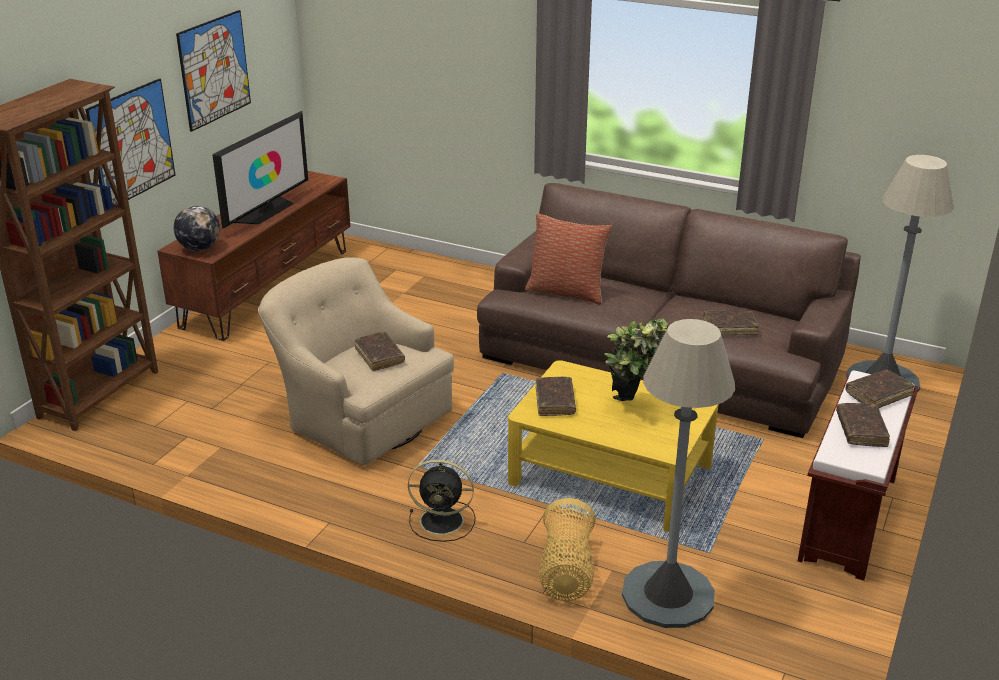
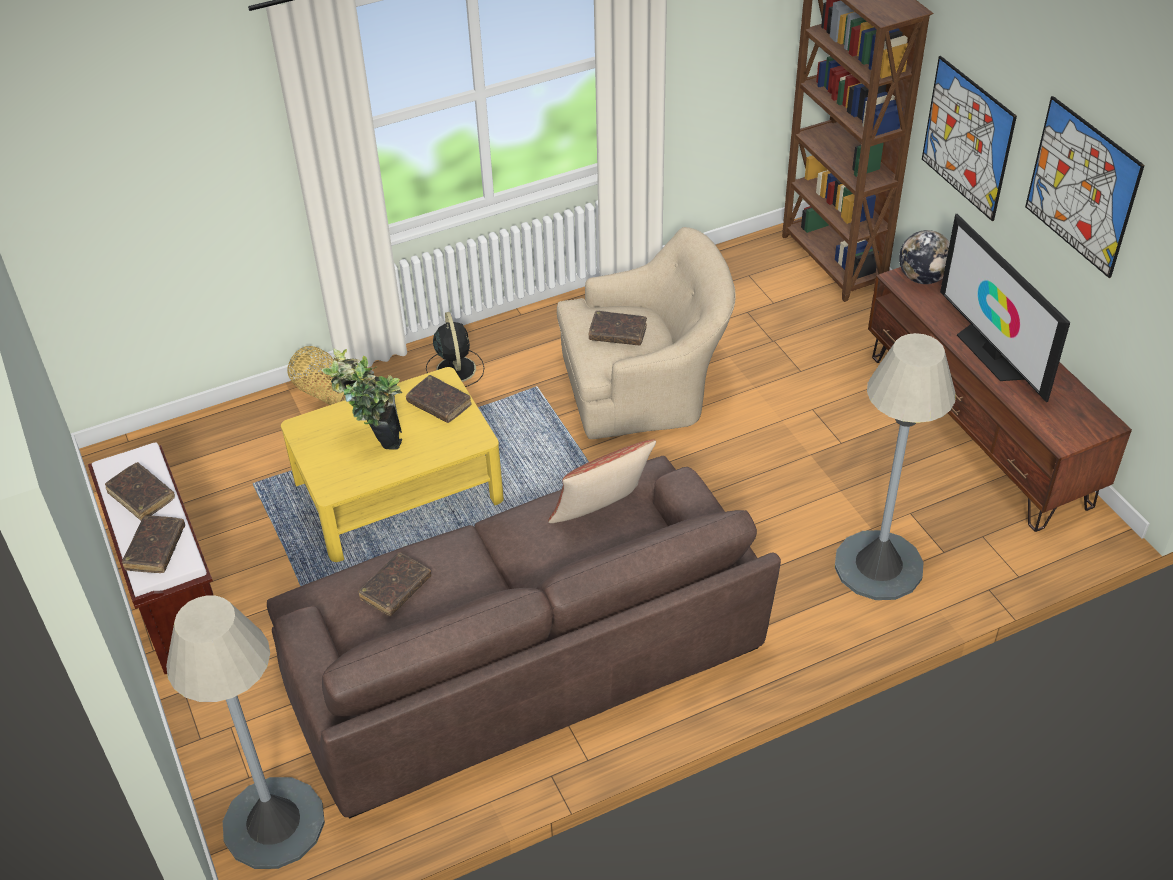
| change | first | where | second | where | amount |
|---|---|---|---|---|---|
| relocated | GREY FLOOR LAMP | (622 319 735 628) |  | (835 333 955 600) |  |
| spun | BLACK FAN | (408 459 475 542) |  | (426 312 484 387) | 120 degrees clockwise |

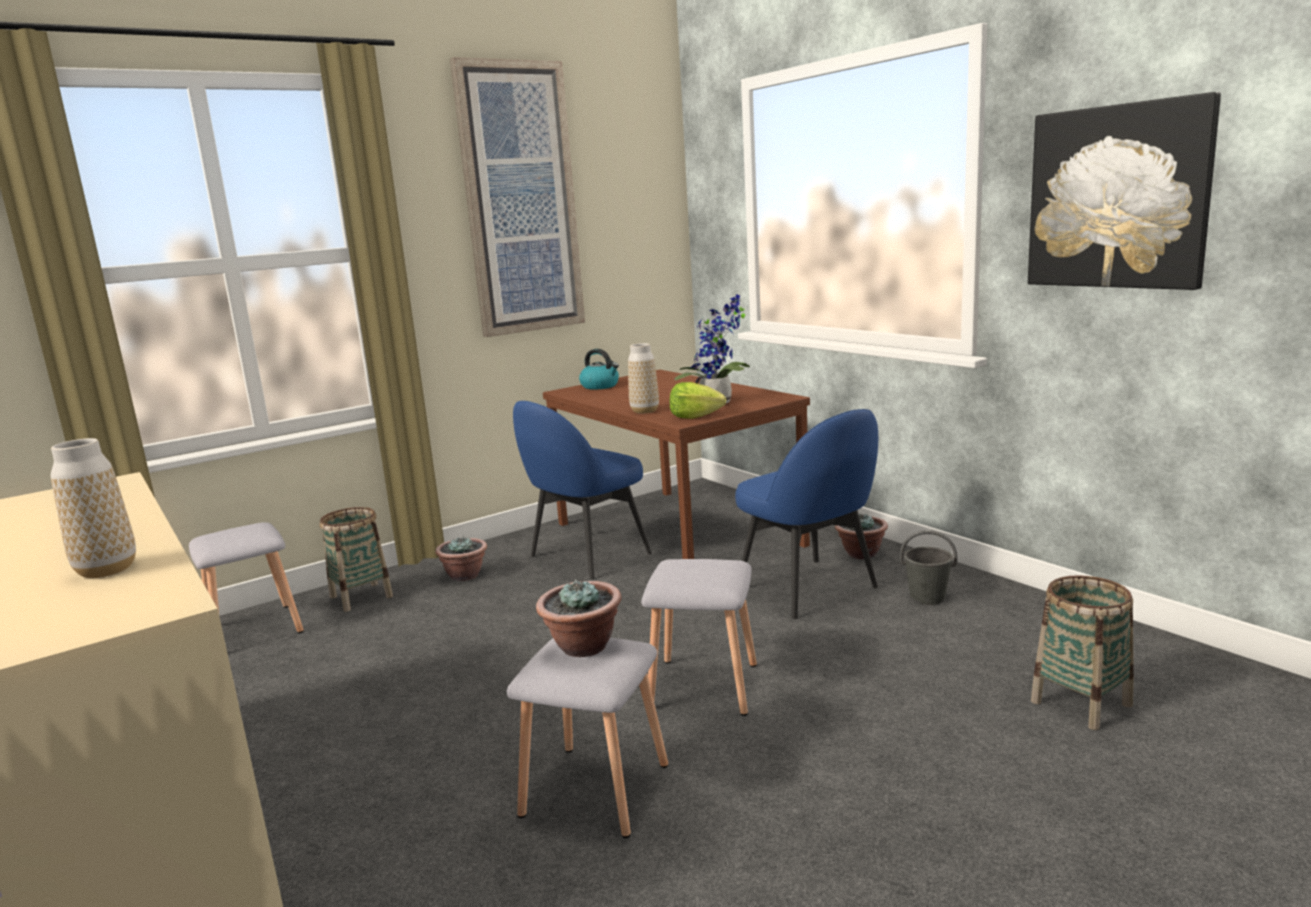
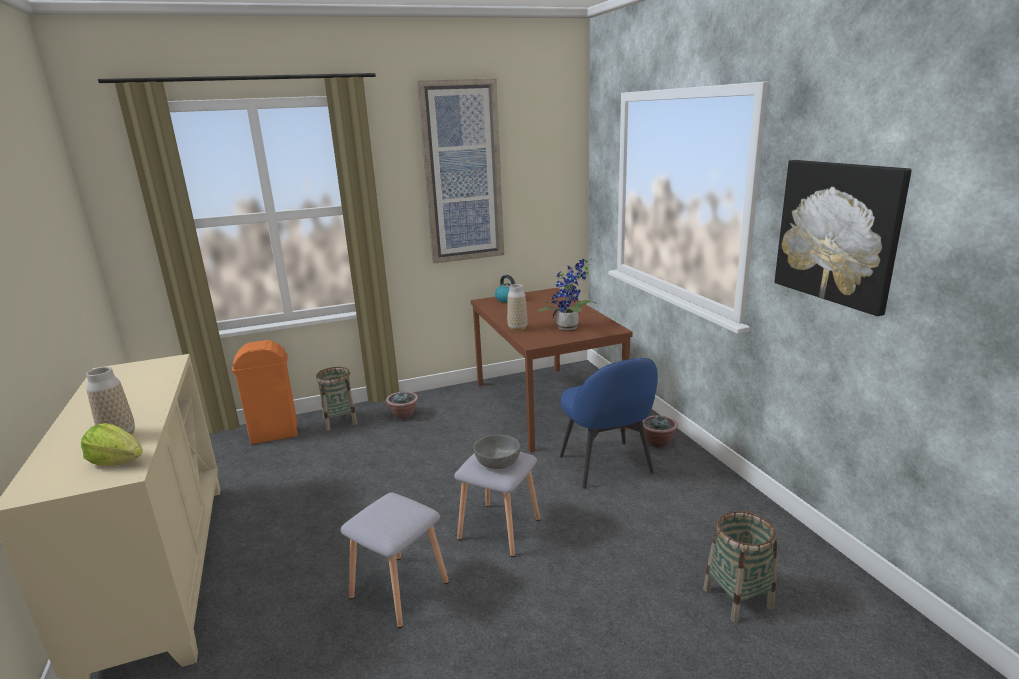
| change | first | where | second | where | amount |
|---|---|---|---|---|---|
| missing | BLUE CHAIR | (513 401 652 580) |  |  |  |
| missing | POTTED PLANT | (536 579 621 657) |  |  |  |
| missing | GREY BUCKET | (900 530 957 605) |  |  |  |
| appeared |  |  | GREY BOWL | (473 435 521 469) |  |
| relocated | LETTUCE | (670 382 726 419) |  | (81 423 143 466) |  |
| exchanged | GREY STOOL | (189 522 304 633) | ORANGE TRASH CAN | (232 340 298 444) |  |

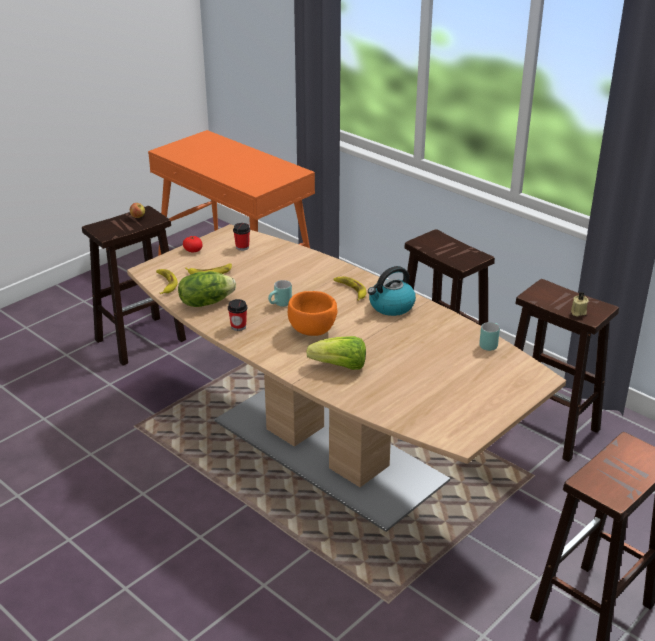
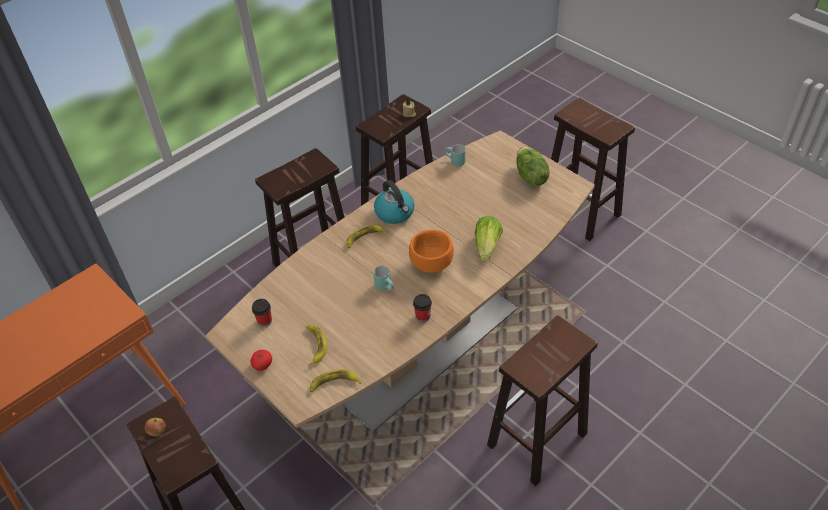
| change | first | where | second | where | amount |
|---|---|---|---|---|---|
| appeared |  |  | BROWN STOOL | (487 315 598 486) |  |
| relocated | LETTUCE | (178 272 236 307) |  | (516 147 549 187) |  |

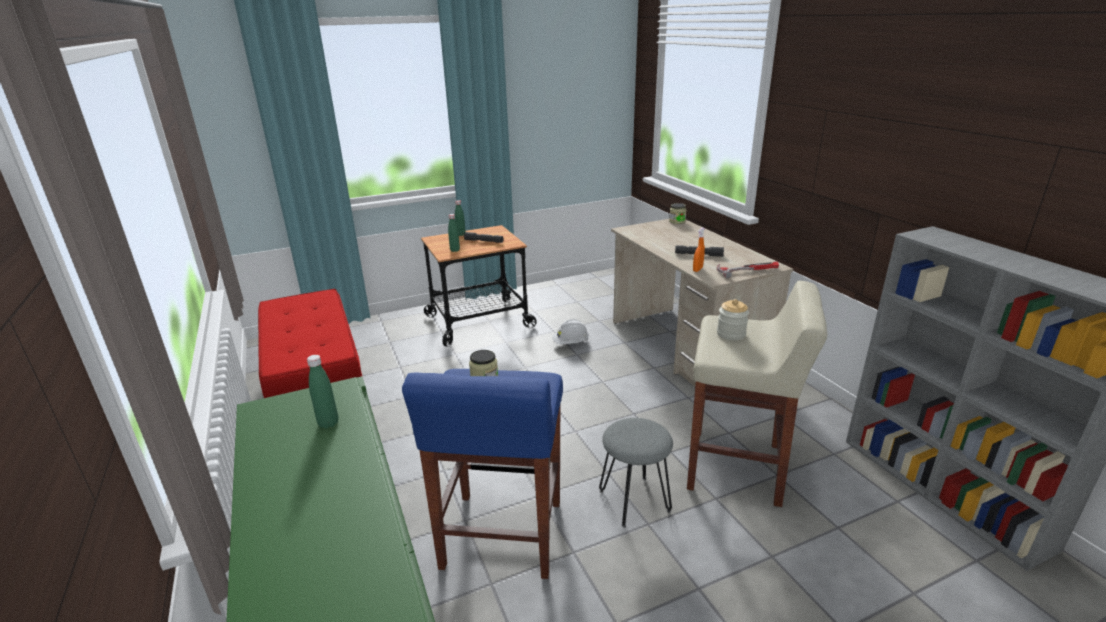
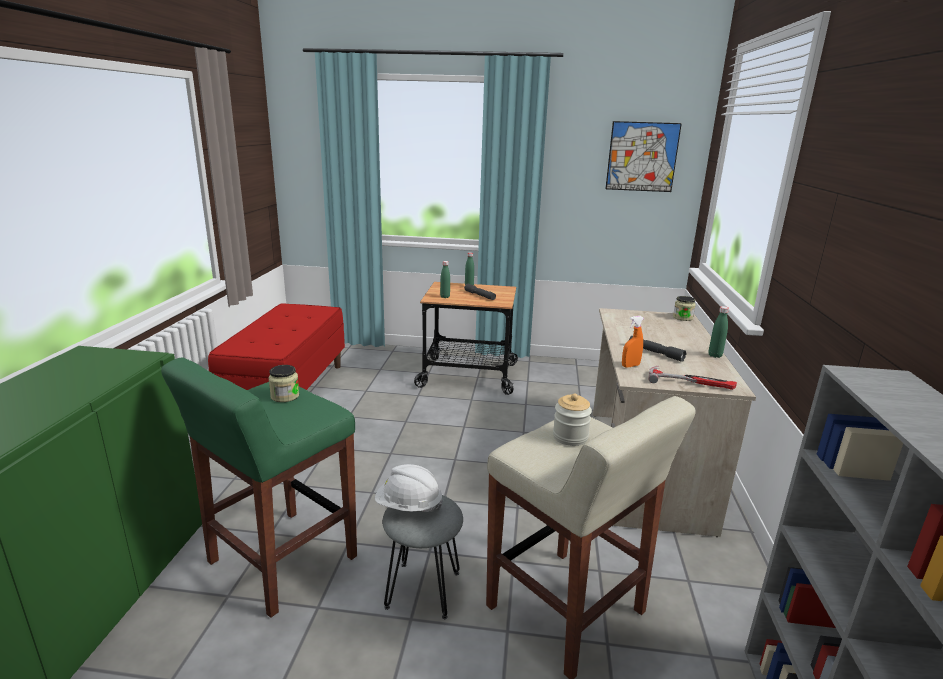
| change | first | where | second | where | amount |
|---|---|---|---|---|---|
| appeared |  |  | PICTURE | (605 121 682 192) |  |
| relocated | GREEN BOTTLE | (307 355 338 429) |  | (709 306 729 358) |  |
| relocated | WHITE HARD HAT | (552 319 589 344) |  | (375 464 443 512) |  |
| colour | BLUE STOOL | (402 369 563 579) | GREEN STOOL | (161 357 357 618) |  |

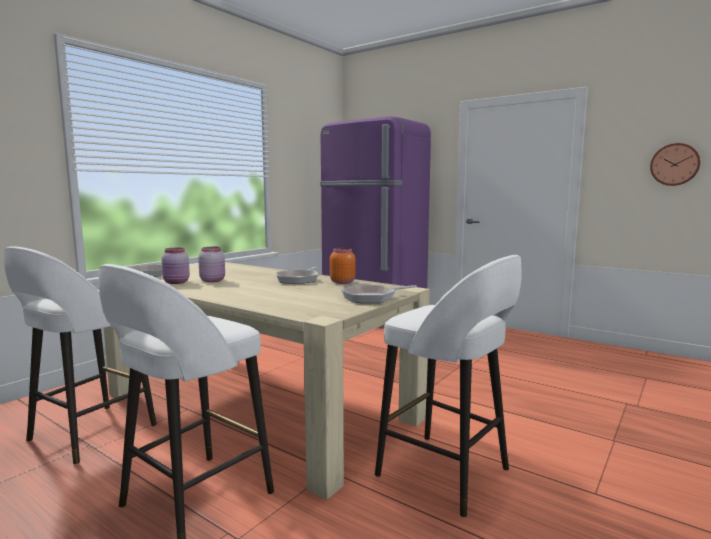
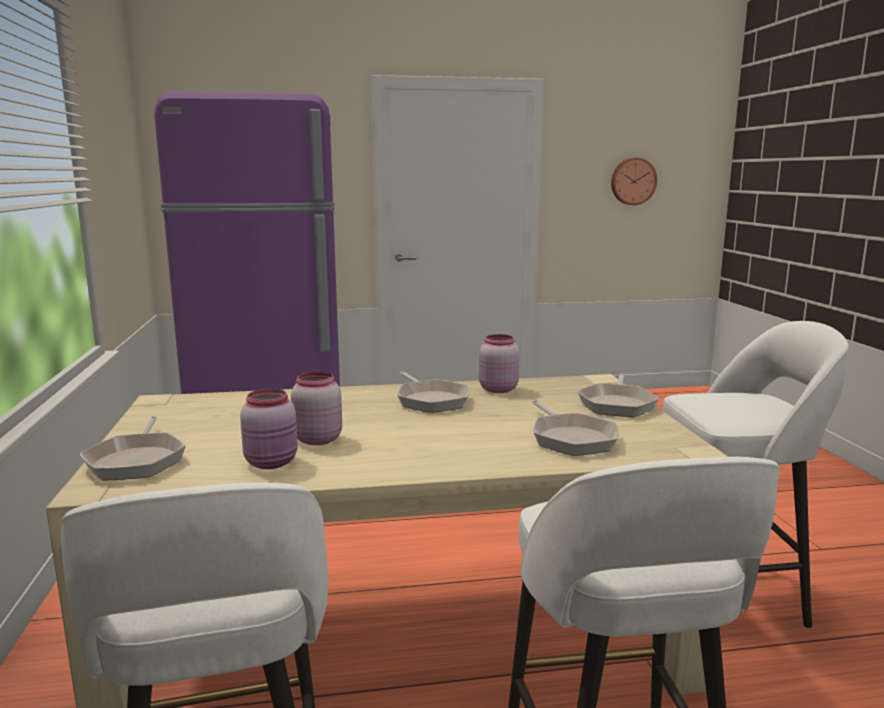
| change | first | where | second | where | amount |
|---|---|---|---|---|---|
| appeared |  |  | FRYING PAN | (532 400 619 456) |  |
| colour | ORANGE JAR | (330 248 355 284) | PINK JAR | (479 334 520 393) |  |

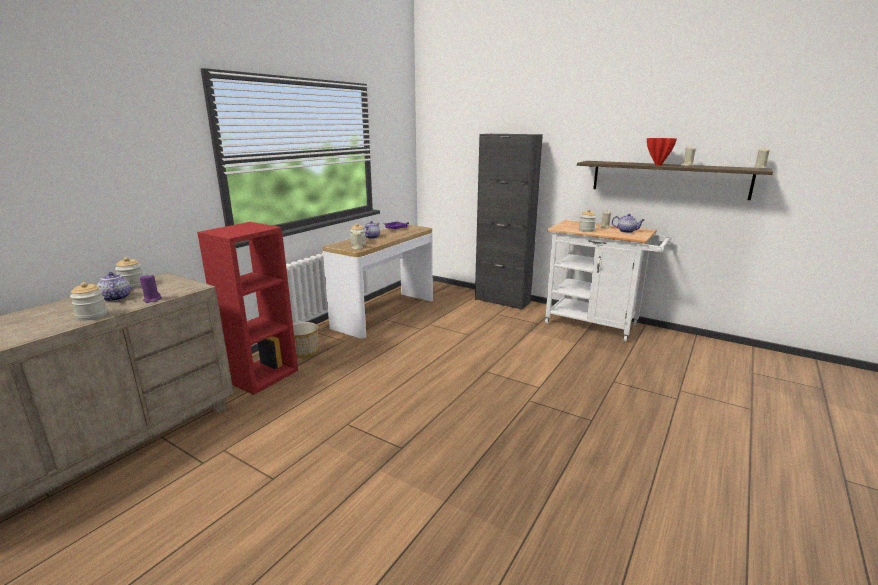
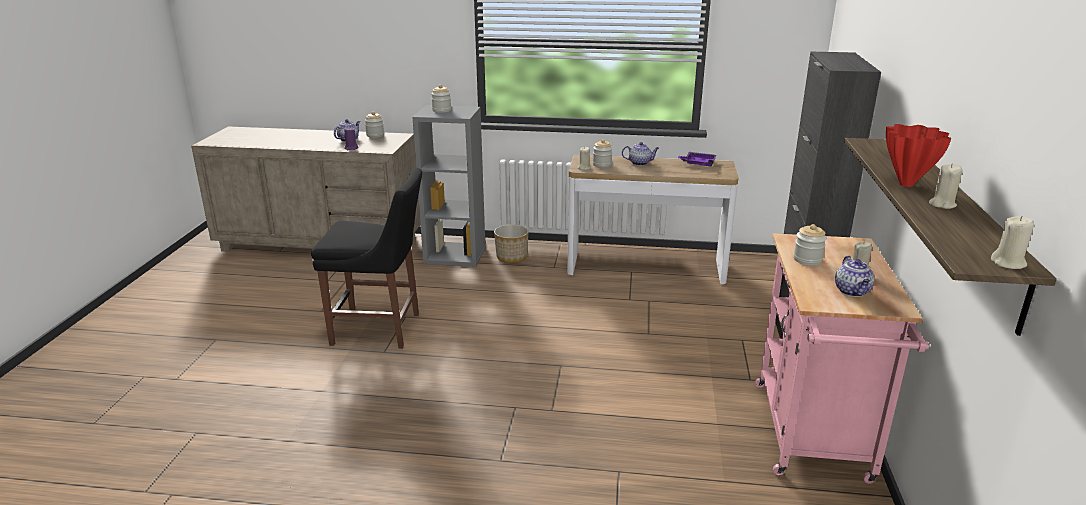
| change | first | where | second | where | amount |
|---|---|---|---|---|---|
| appeared |  |  | BLACK CHAIR | (311 168 422 349) |  |
| relocated | JAR | (70 282 107 321) |  | (431 85 451 113) |  |
| colour | RED BOOKCASE | (197 222 298 395) | GREY BOOKCASE | (412 105 485 267) |  |
| colour | WHITE CART | (545 220 671 342) | PINK CART | (755 233 929 484) |  |

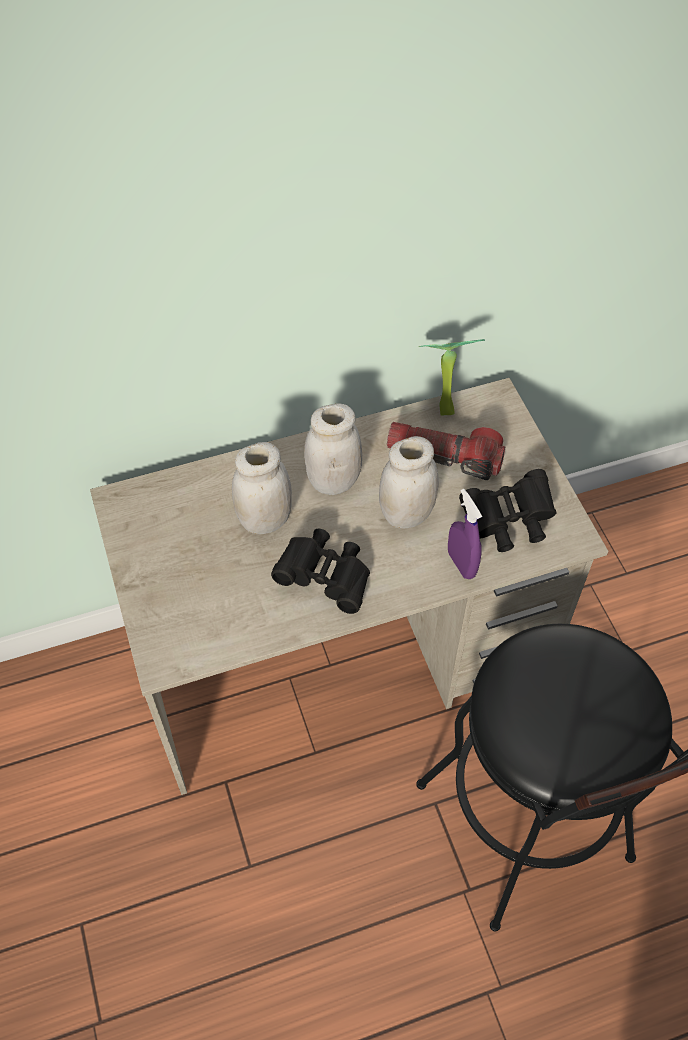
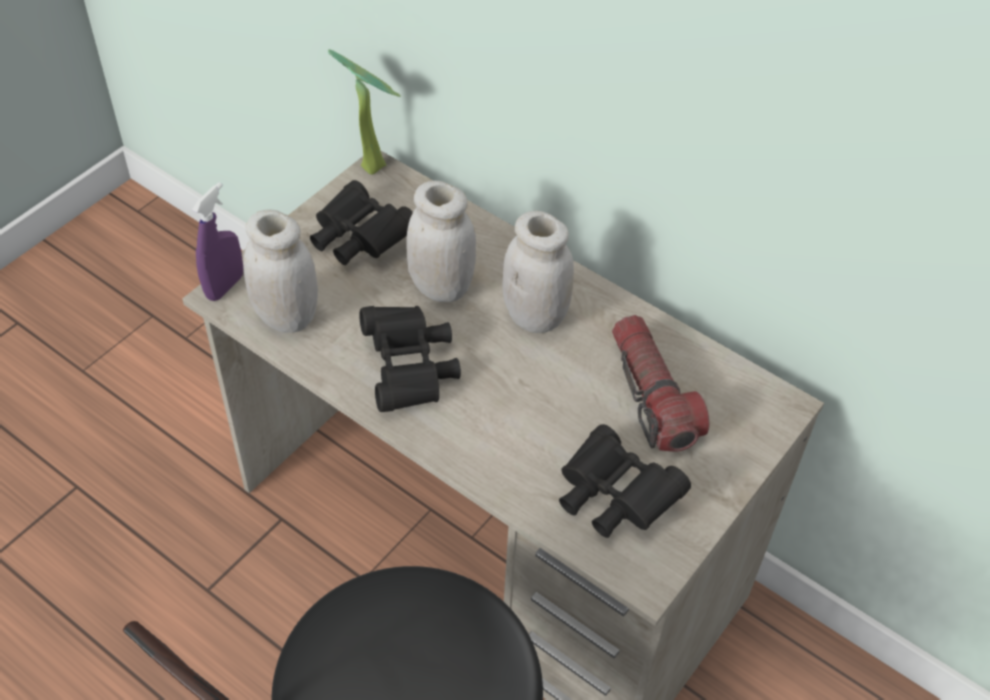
| change | first | where | second | where | amount |
|---|---|---|---|---|---|
| appeared |  |  | BLACK BINOCULARS | (310 180 413 265) |  |
| relocated | WHITE JAR | (379 436 438 529) |  | (243 210 318 333) |  |
| relocated | POTTED PLANT | (418 339 485 416) |  | (328 49 401 175) |  |
| relocated | PURPLE SPRAY BOTTLE | (448 489 482 579) |  | (192 182 243 301) |  |

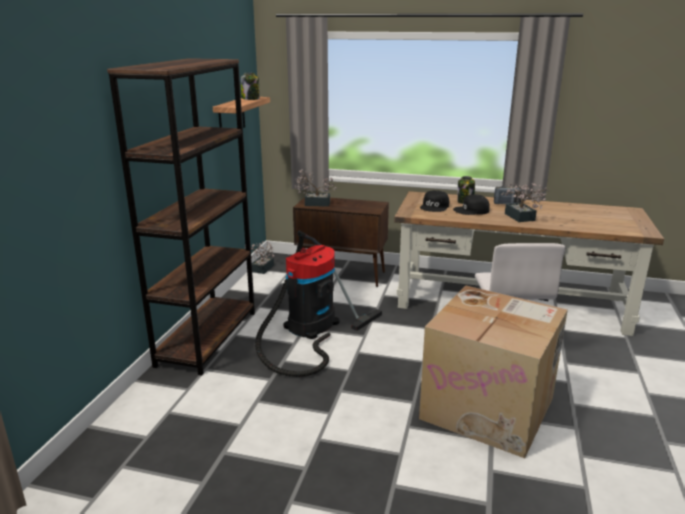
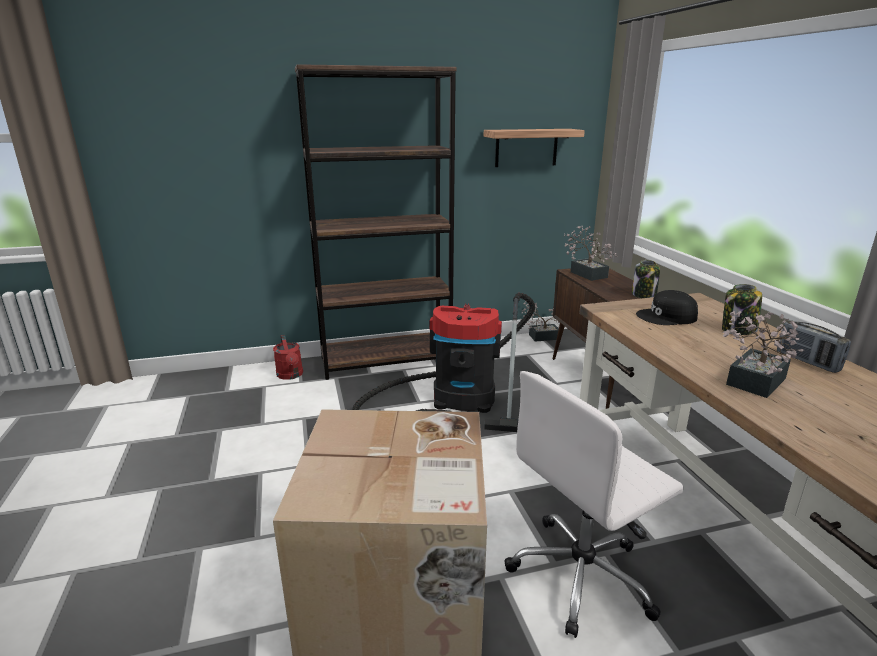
| change | first | where | second | where | amount |
|---|---|---|---|---|---|
| missing | BLACK CAP | (453 194 490 215) |  |  |  |
| appeared |  |  | RED WATERING CAN | (273 335 303 380) |  |
| relocated | JAR | (241 73 260 100) |  | (632 260 660 298) |  |

